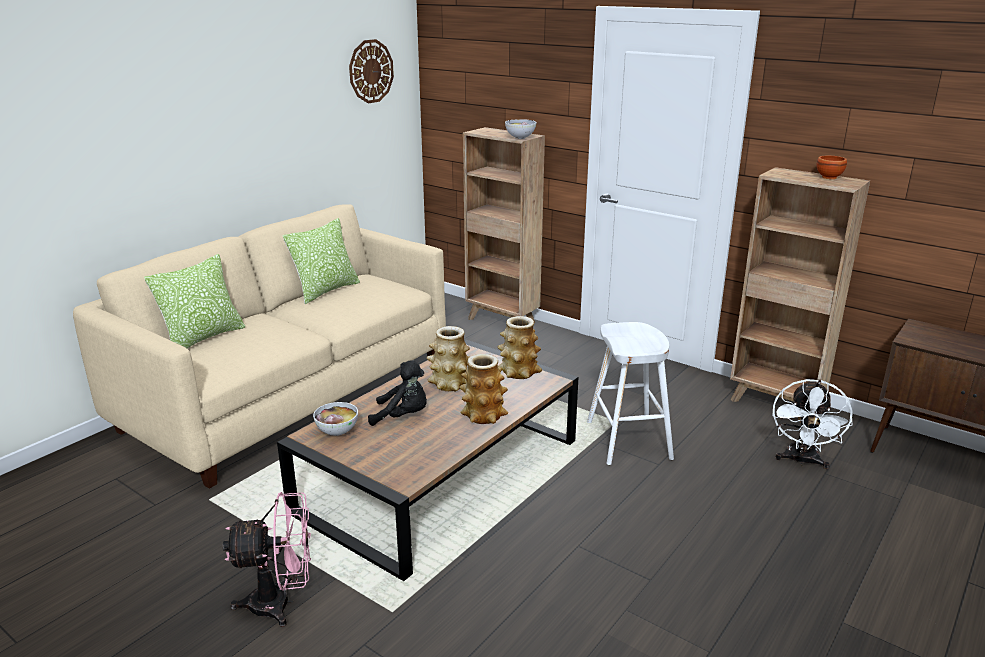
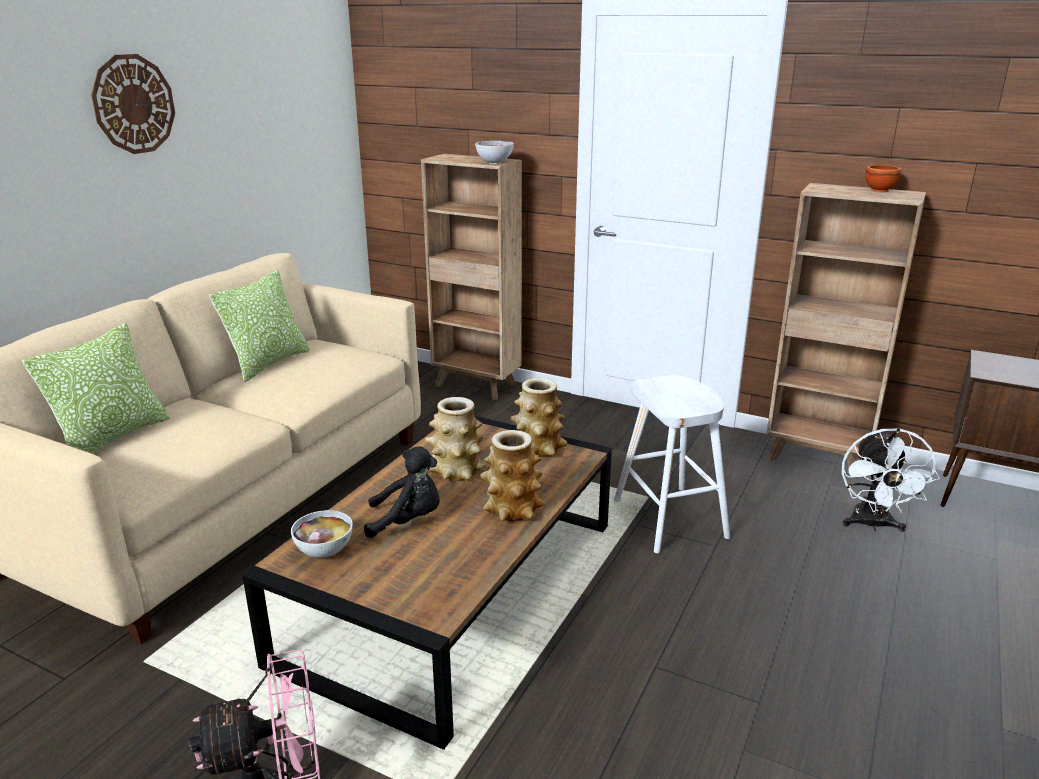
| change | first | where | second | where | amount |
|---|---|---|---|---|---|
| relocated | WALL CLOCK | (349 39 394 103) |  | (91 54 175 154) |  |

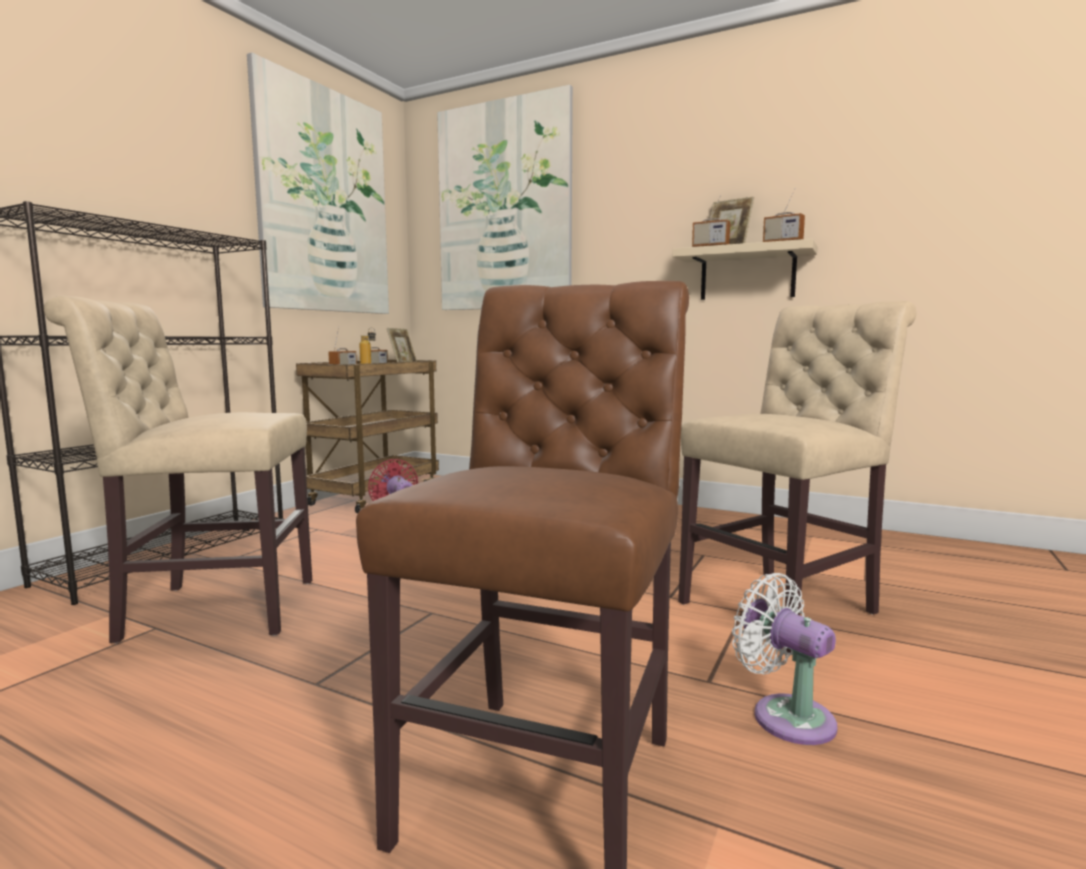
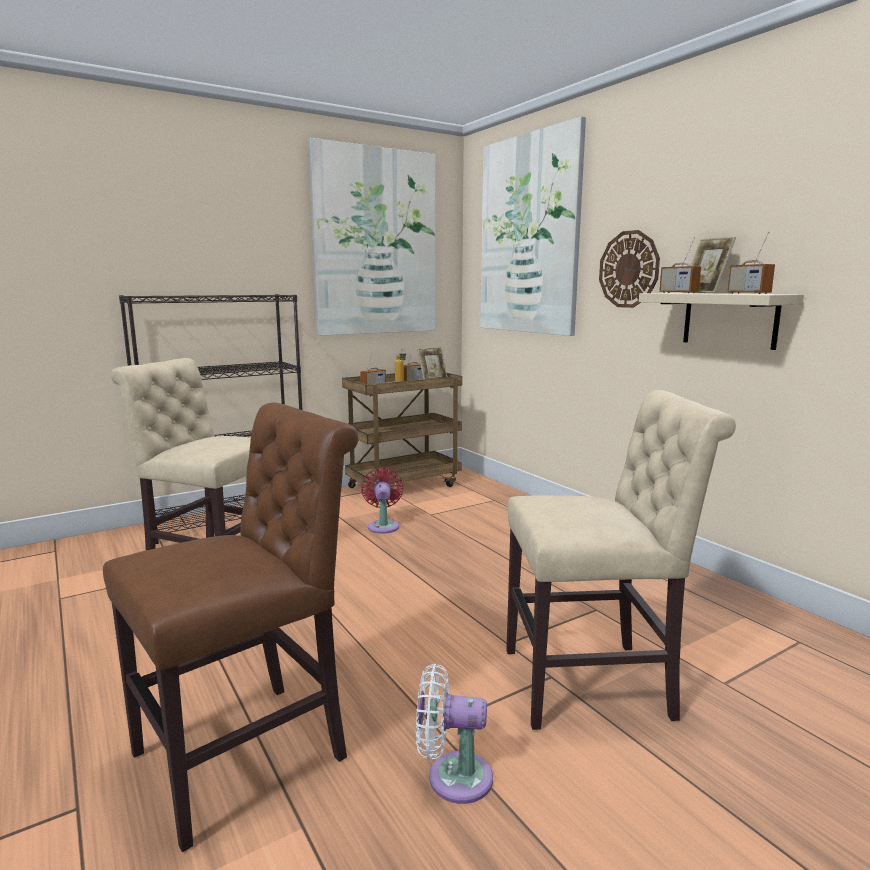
| change | first | where | second | where | amount |
|---|---|---|---|---|---|
| appeared |  |  | WALL CLOCK | (599 230 660 308) |  |
| spun | WHITE FAN | (732 573 837 745) |  | (416 664 493 804) | 75 degrees counterclockwise |

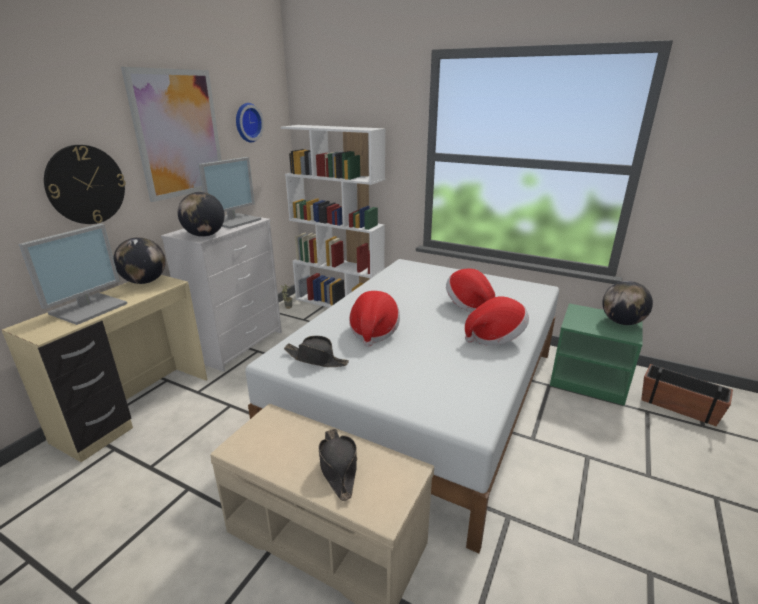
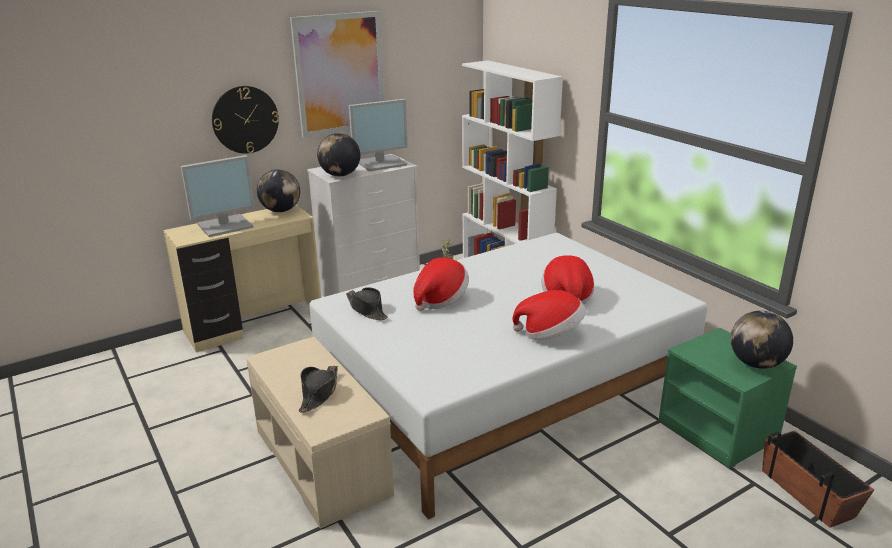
| change | first | where | second | where | amount |
|---|---|---|---|---|---|
| missing | WALL CLOCK | (236 103 264 142) |  |  |  |

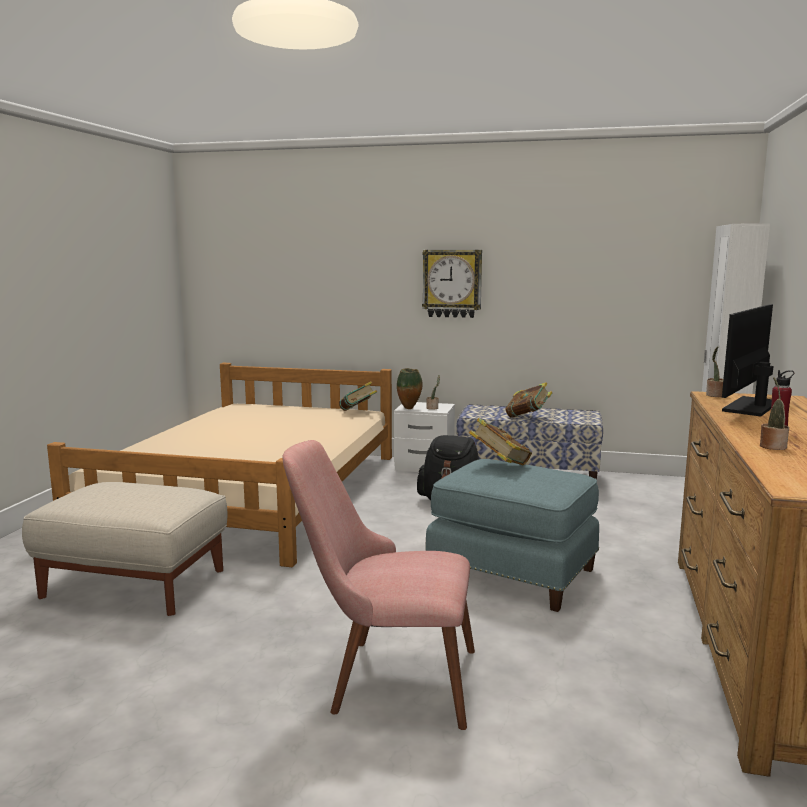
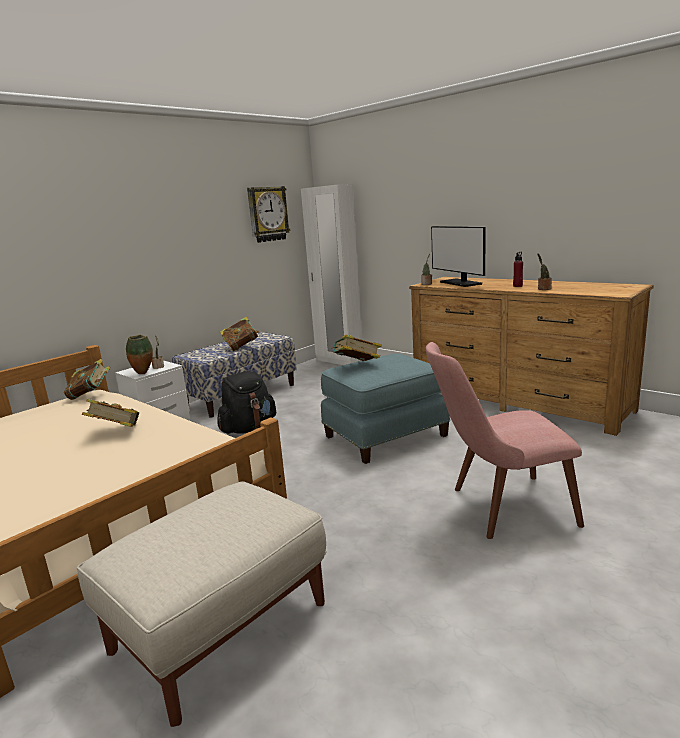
| change | first | where | second | where | amount |
|---|---|---|---|---|---|
| appeared |  |  | BOOK | (82 399 139 427) |  |
| relocated | WALL CLOCK | (422 250 482 318) |  | (247 186 290 243) |  |
| spun | PINK CHAIR | (282 440 475 730) |  | (426 342 584 539) | 45 degrees clockwise |

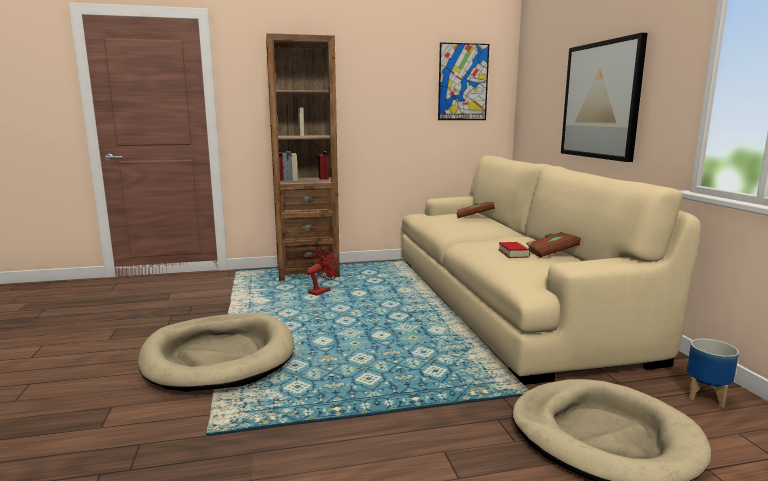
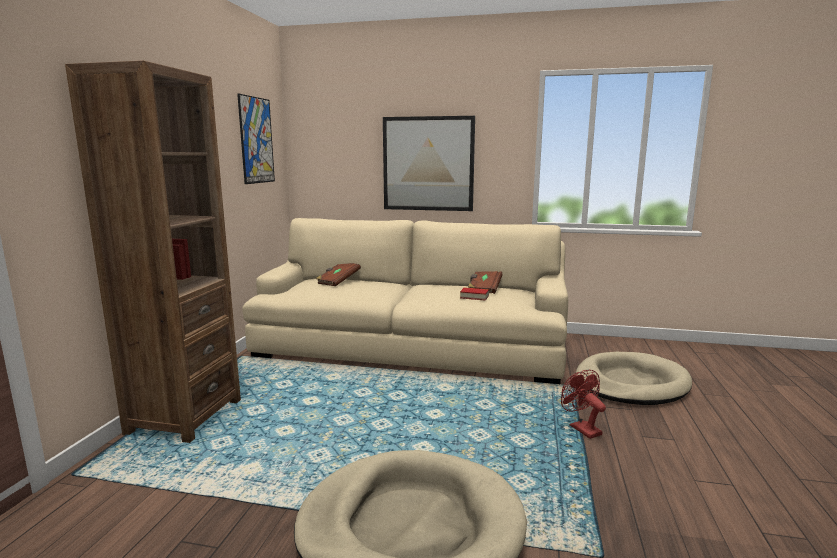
| change | first | where | second | where | amount |
|---|---|---|---|---|---|
| missing | PLANTER | (687 338 739 408) |  |  |  |
| relocated | RED FAN | (306 247 338 296) |  | (561 369 606 439) |  |

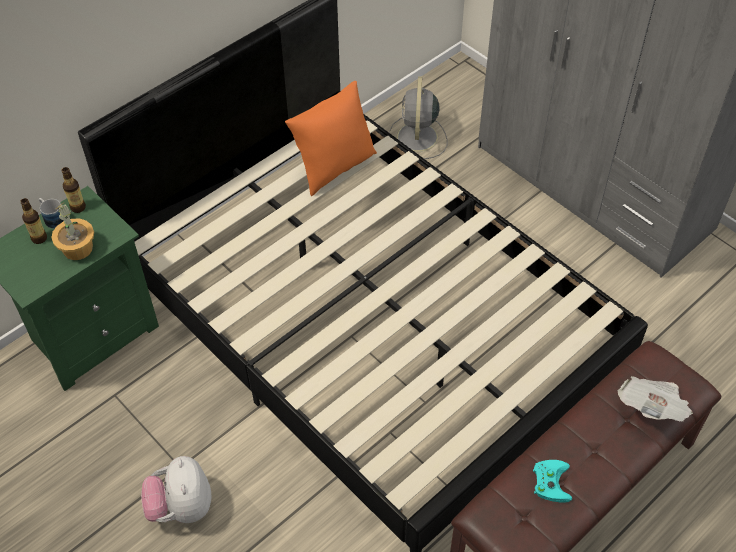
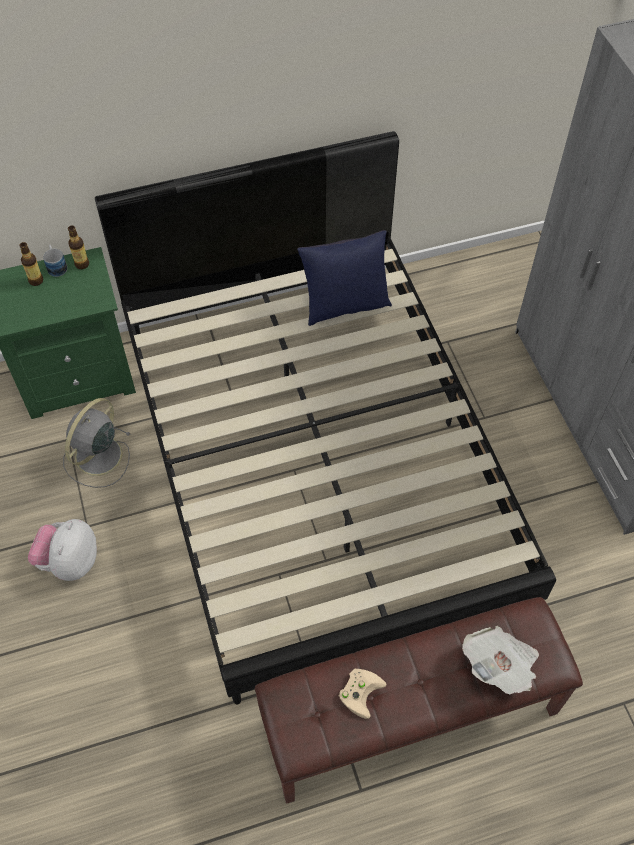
| change | first | where | second | where | amount |
|---|---|---|---|---|---|
| missing | POTTED PLANT | (51 203 94 260) |  |  |  |
| relocated | GREY FAN | (389 76 448 159) |  | (63 398 130 488) |  |
| colour | ORANGE PILLOW | (285 81 377 196) | BLUE PILLOW | (297 230 392 326) |  |
| colour | TURQUOISE GAME CONTROLLER | (533 460 572 503) | BEIGE GAME CONTROLLER | (339 669 386 719) |  |

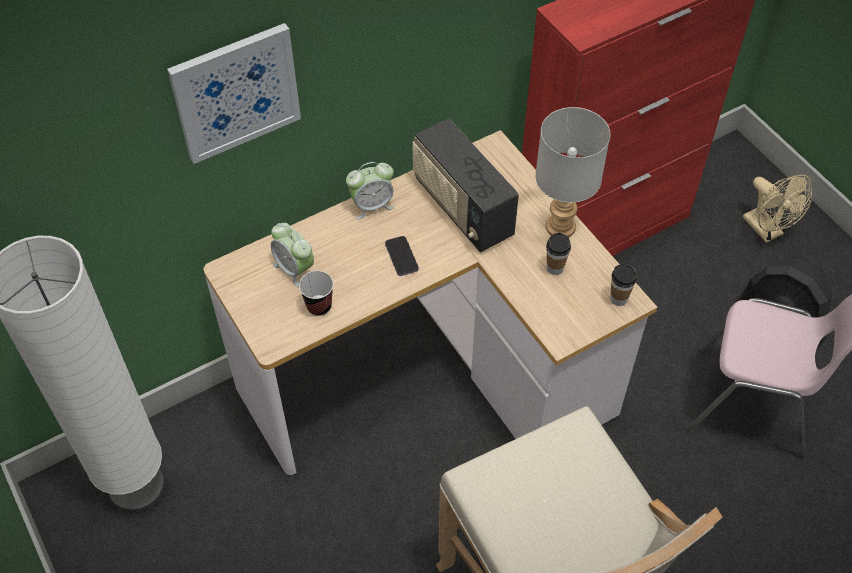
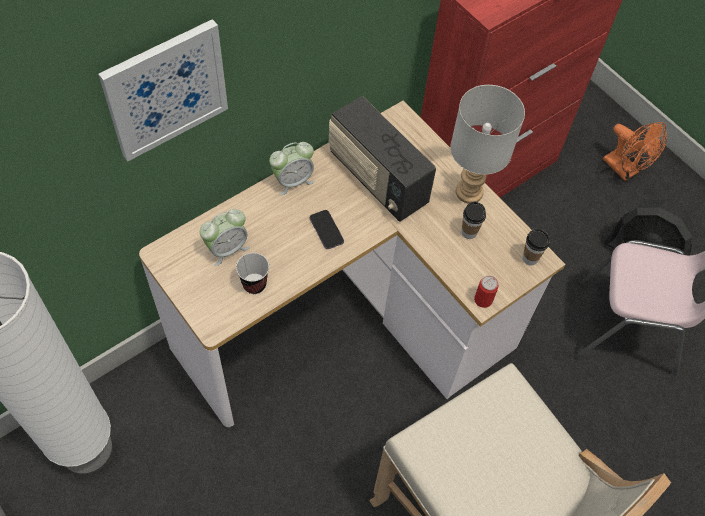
| change | first | where | second | where | amount |
|---|---|---|---|---|---|
| appeared |  |  | CAN | (474 275 499 308) |  |
| colour | BEIGE FAN | (743 175 813 243) | ORANGE FAN | (603 122 667 181) |  |
| spun | ALARM CLOCK | (271 223 314 288) |  | (200 209 250 266) | 75 degrees counterclockwise |

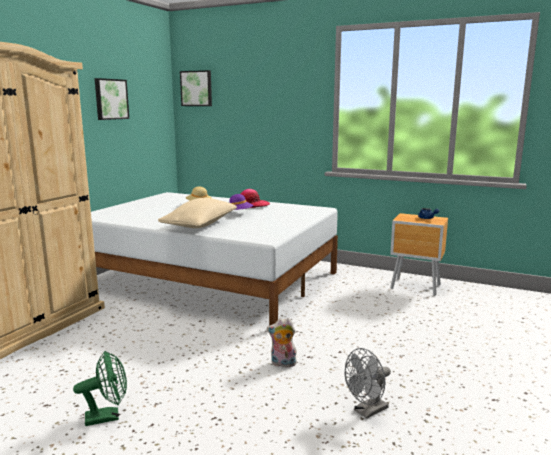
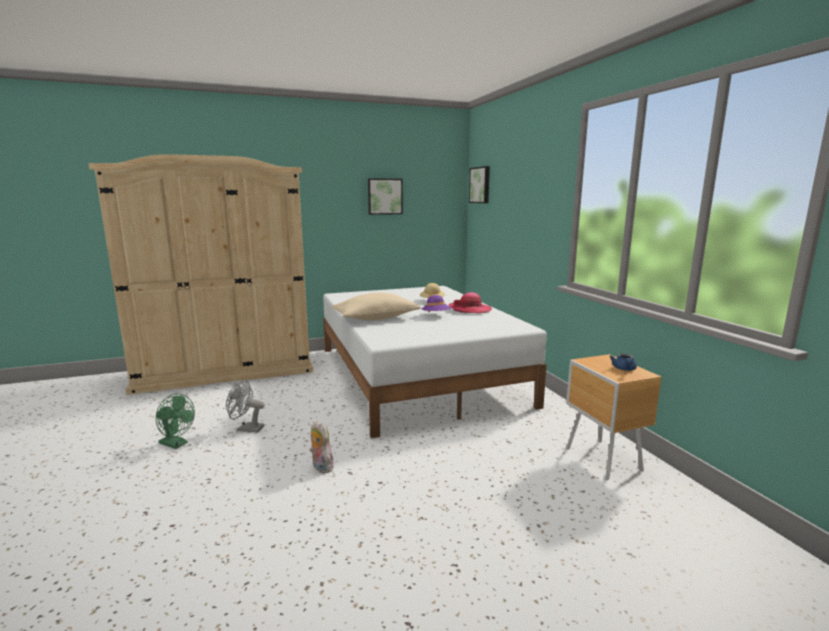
| change | first | where | second | where | amount |
|---|---|---|---|---|---|
| relocated | GREY FAN | (345 348 391 419) |  | (226 380 265 433) |  |

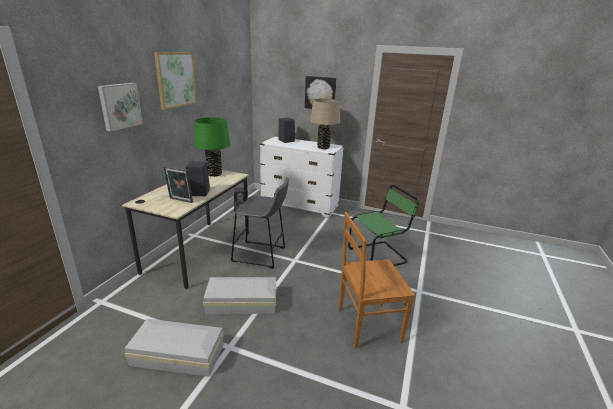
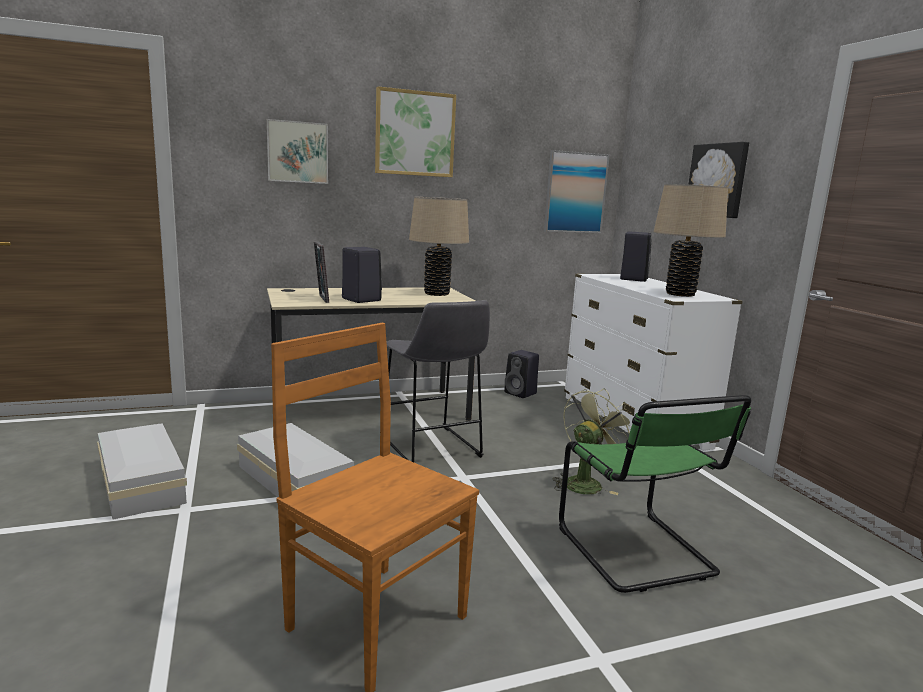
| change | first | where | second | where | amount |
|---|---|---|---|---|---|
| appeared |  |  | PICTURE | (544 150 610 233) |  |
| appeared |  |  | GREEN FAN | (552 388 632 495) |  |
| colour | GREEN TABLE LAMP | (194 117 230 177) | BEIGE TABLE LAMP | (409 197 469 296) |  |
| spun | GREEN CHAIR | (348 185 419 266) |  | (559 395 751 593) | 45 degrees clockwise |

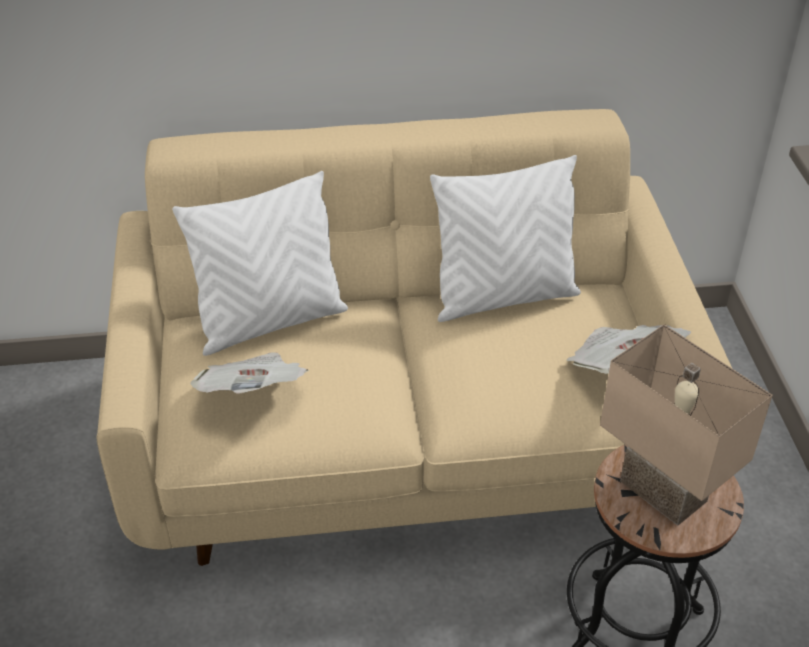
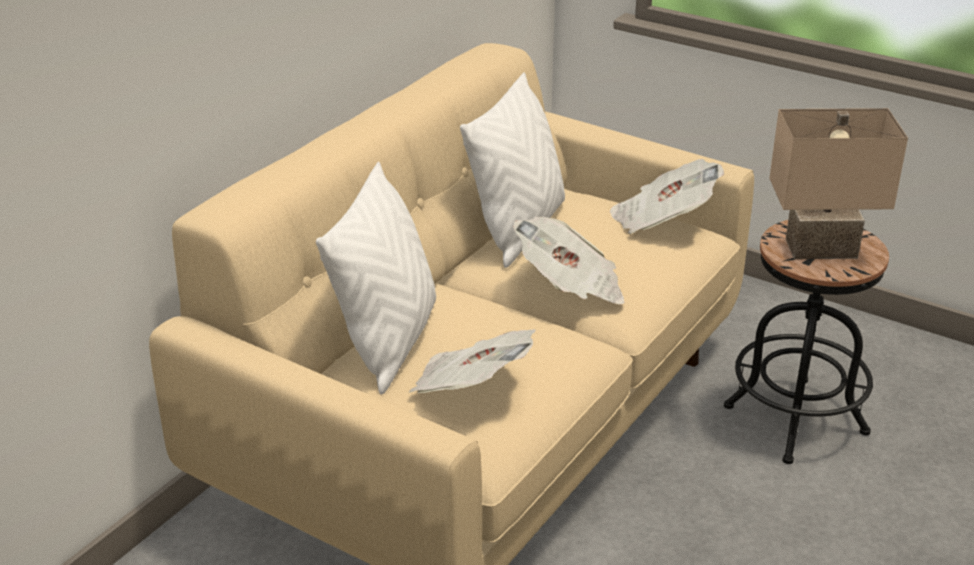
| change | first | where | second | where | amount |
|---|---|---|---|---|---|
| appeared |  |  | NEWSPAPER | (513 217 625 304) |  |

